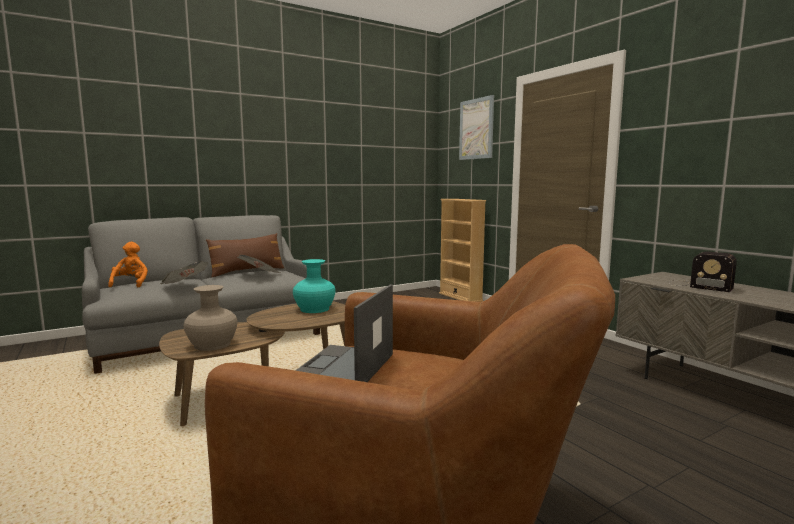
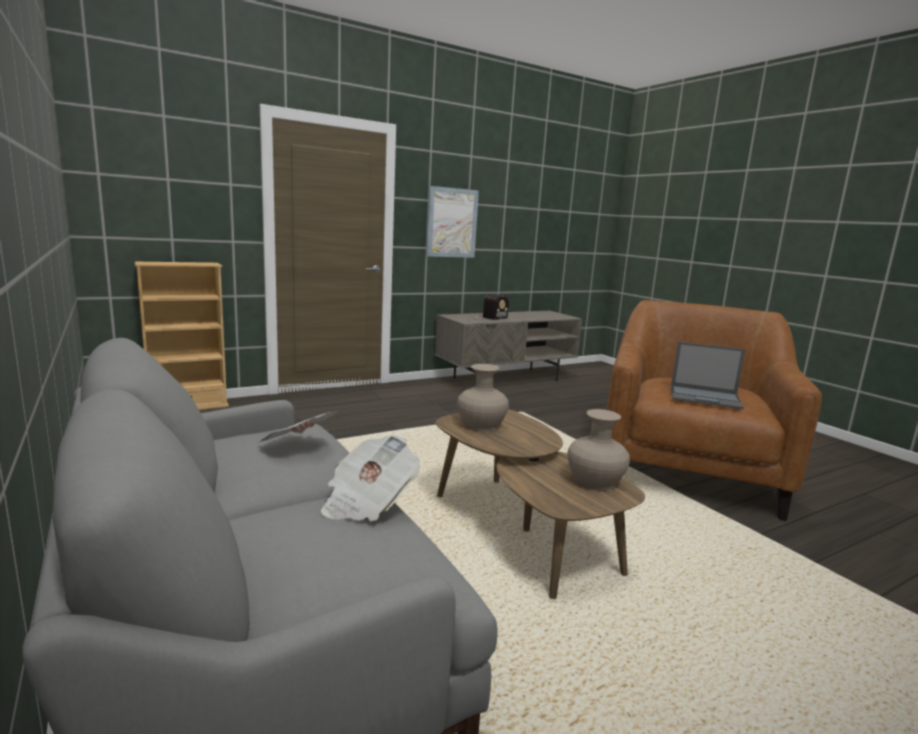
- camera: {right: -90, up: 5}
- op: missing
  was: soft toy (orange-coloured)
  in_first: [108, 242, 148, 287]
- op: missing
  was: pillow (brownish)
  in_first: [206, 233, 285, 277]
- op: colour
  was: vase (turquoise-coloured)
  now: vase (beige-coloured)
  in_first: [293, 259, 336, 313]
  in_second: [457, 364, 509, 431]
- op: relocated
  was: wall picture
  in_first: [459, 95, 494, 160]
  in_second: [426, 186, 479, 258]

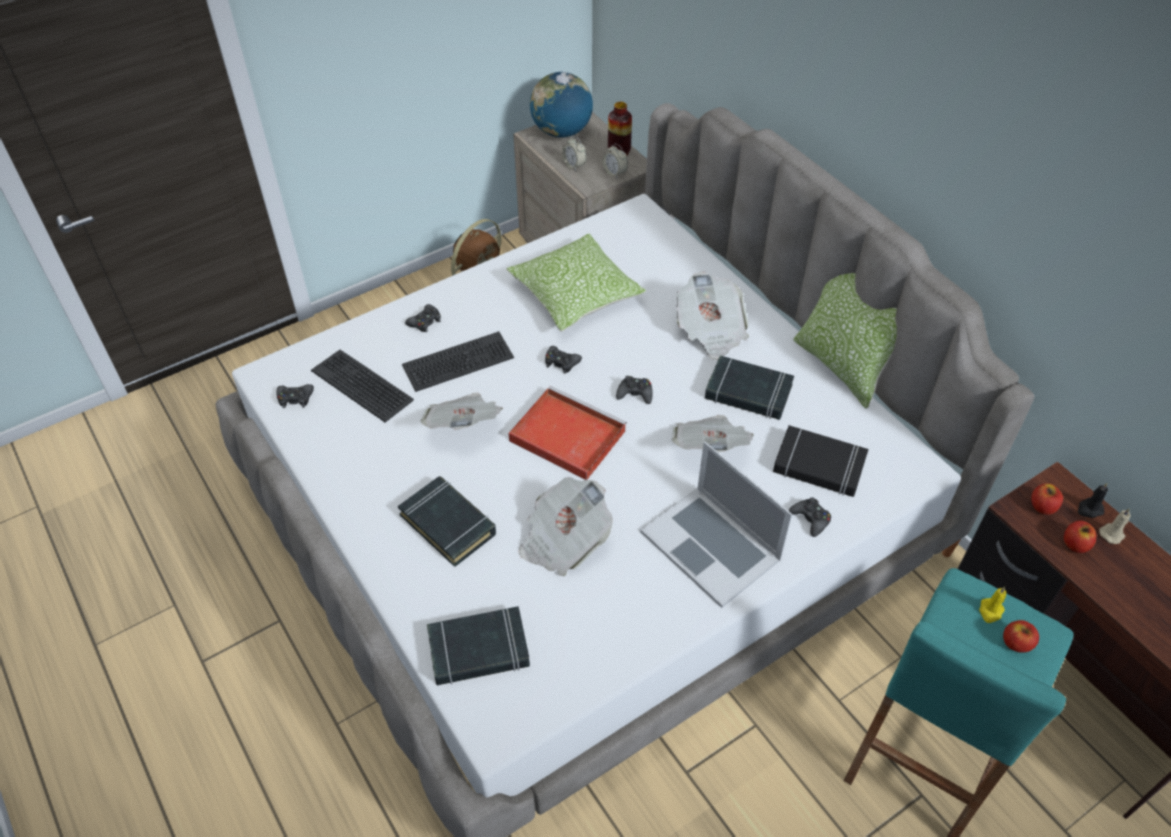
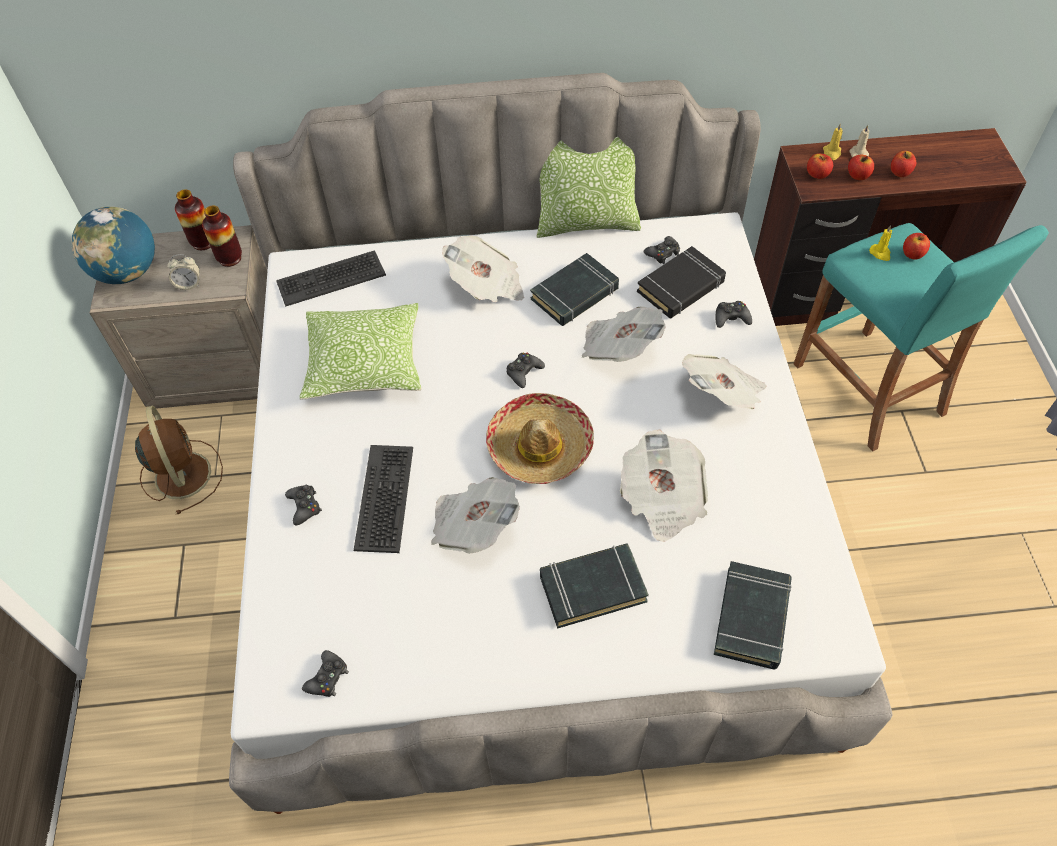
- camera: {right: -60, up: 5}
- op: relocated
  was: PC keyboard
  in_first: [311, 350, 414, 423]
  in_second: [276, 250, 386, 306]
- op: exchanged
  was: tray (reddish)
  now: hat
  in_first: [509, 386, 627, 480]
  in_second: [486, 393, 594, 484]
- op: relocated
  was: gamepad (blackish)
  in_first: [545, 346, 582, 374]
  in_second: [644, 236, 680, 264]
- op: exchanged
  was: bedside clock
  now: vase
  in_first: [602, 144, 628, 179]
  in_second: [202, 206, 242, 267]
- op: exchanged
  was: laptop
  now: printed paper
  in_first: [640, 442, 793, 608]
  in_second: [682, 354, 766, 410]
- op: colour
  was: wax candle (blackish)
  now: wax candle (yellowish)
  in_first: [1078, 483, 1108, 518]
  in_second: [823, 123, 843, 160]
- op: appeared
  now: apple fruit
  in_second: [891, 151, 916, 177]

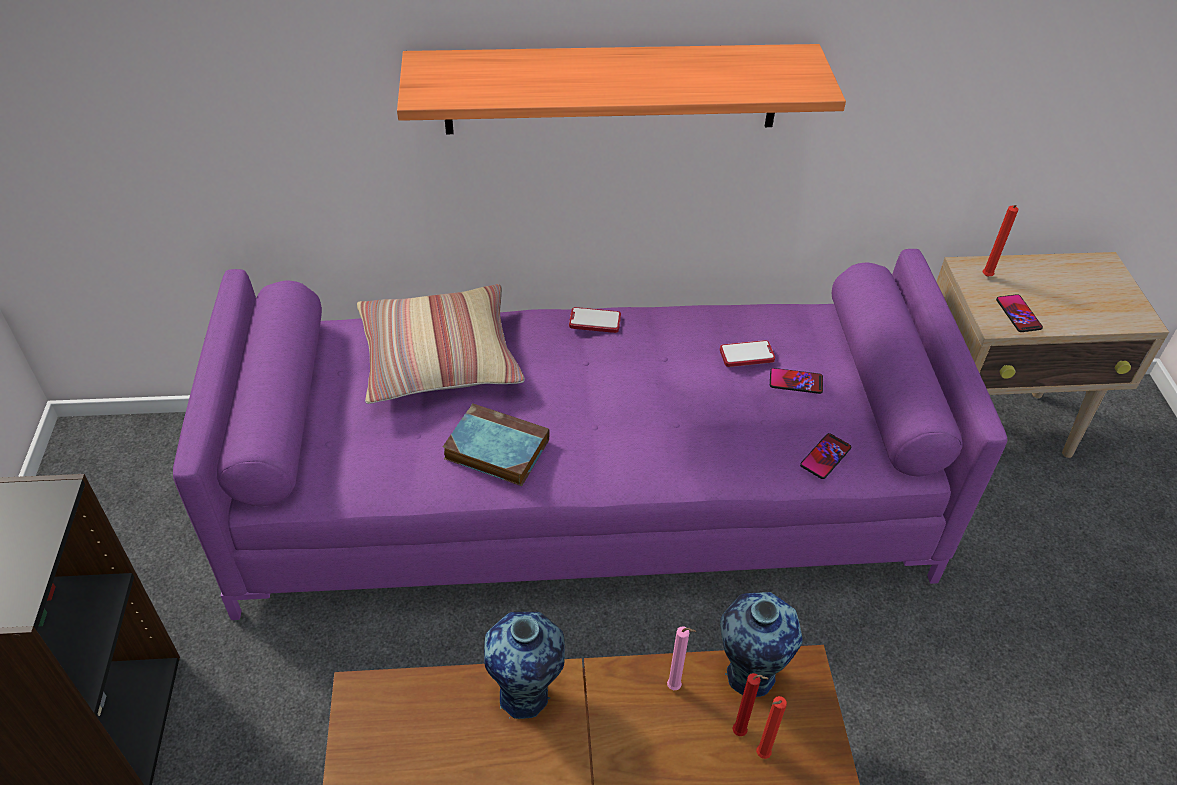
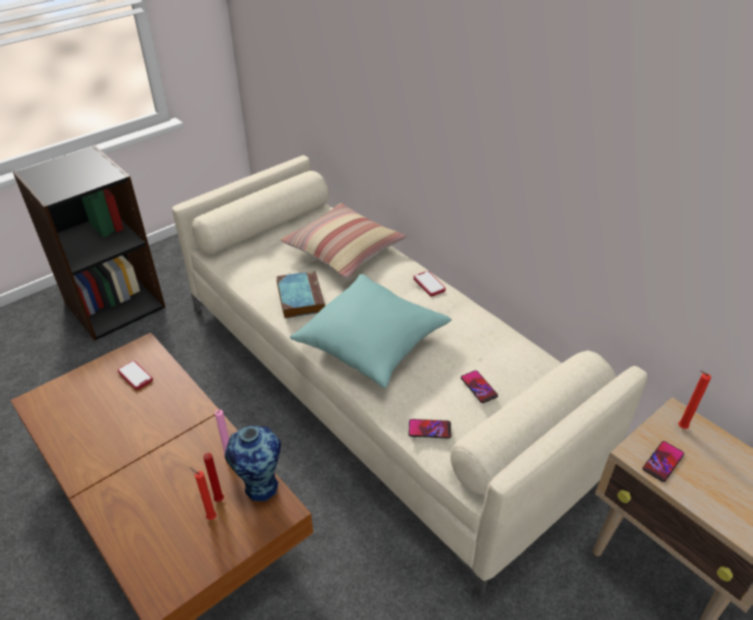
- camera: {right: 55, up: -5}
- op: colour
  was: couch (purplish)
  now: couch (beige-coloured)
  in_first: [173, 249, 1007, 620]
  in_second: [172, 155, 647, 597]
- op: missing
  was: shelf
  in_first: [397, 44, 846, 134]
- op: missing
  was: vase
  in_first: [484, 612, 565, 719]
- op: relocated
  was: phone
  in_first: [720, 340, 775, 367]
  in_second: [118, 361, 153, 390]
- op: appeared
  now: pillow (turquoise-coloured)
  in_second: [290, 274, 451, 388]

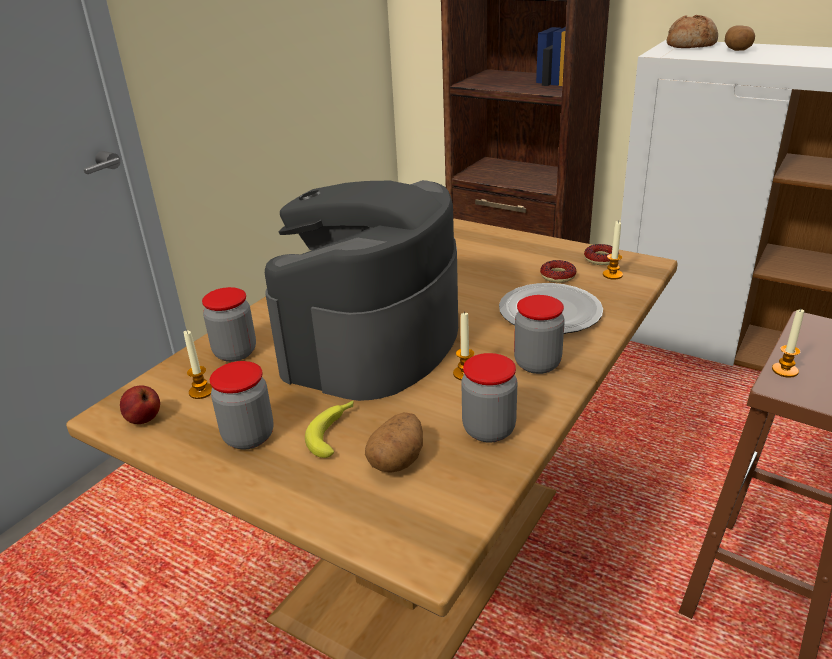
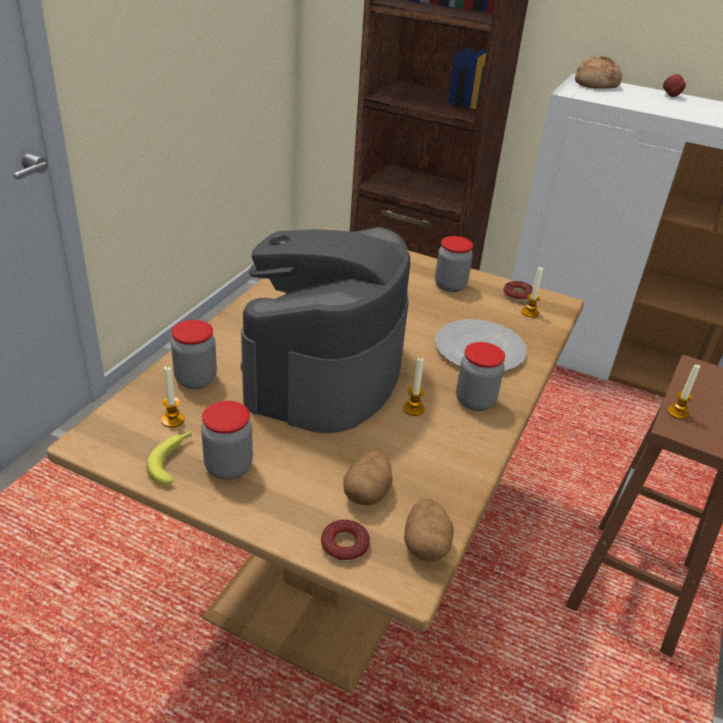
- camera: {right: -10, up: 5}
- op: relocated
  was: apple fruit
  in_first: [120, 385, 160, 424]
  in_second: [663, 74, 686, 97]
- op: relocated
  was: whole banana
  in_first: [305, 401, 354, 458]
  in_second: [146, 430, 192, 485]
- op: relocated
  was: preserve jar
  in_first: [461, 353, 517, 443]
  in_second: [435, 236, 473, 292]
- op: relocated
  was: doughnut
  in_first: [540, 260, 576, 283]
  in_second: [321, 520, 370, 562]
- op: relocated
  was: potato
  in_first: [725, 25, 755, 51]
  in_second: [404, 499, 454, 562]

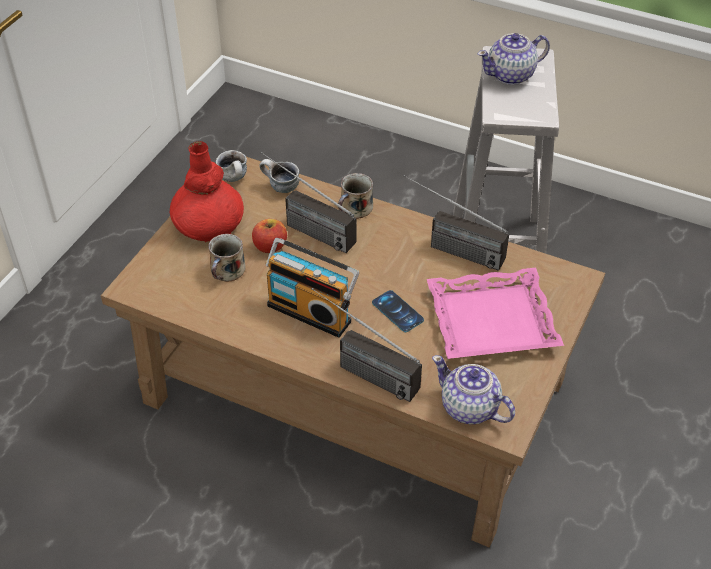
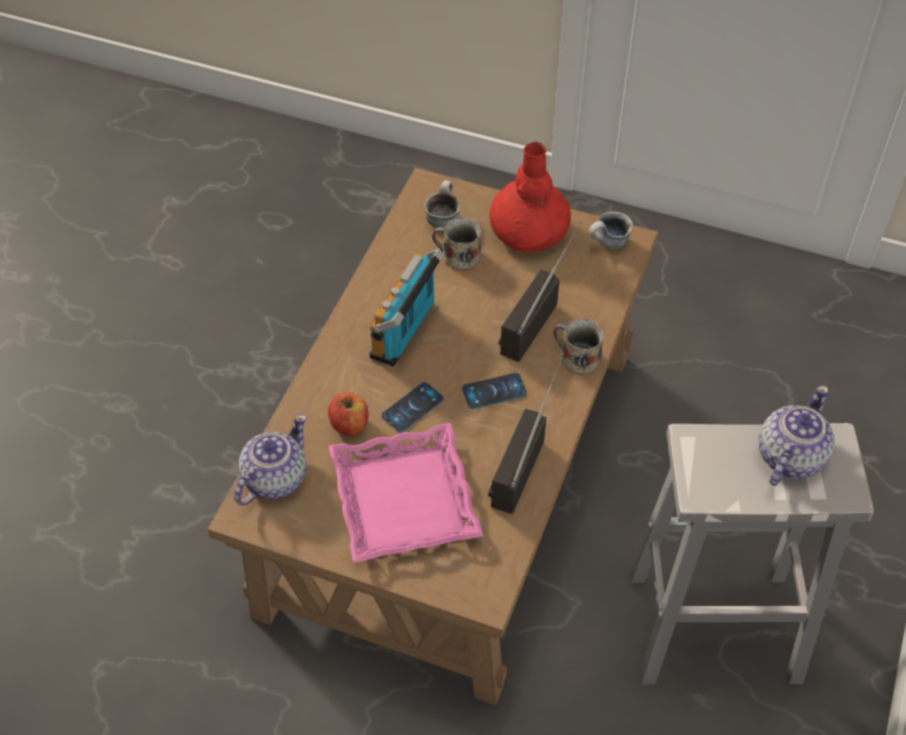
- camera: {right: 85, up: 5}
- op: relocated
  was: apple fruit
  in_first: [252, 219, 287, 253]
  in_second: [328, 392, 369, 436]
- op: relocated
  was: tea mug
  in_first: [260, 159, 299, 193]
  in_second: [424, 180, 460, 228]
- op: missing
  was: radio
  in_first: [311, 288, 422, 402]
- op: spun
  was: pot for tea
  in_first: [478, 33, 550, 85]
  in_second: [759, 385, 834, 486]
  clockwise: 60
- op: appeared
  now: phone
  in_second: [462, 373, 527, 409]

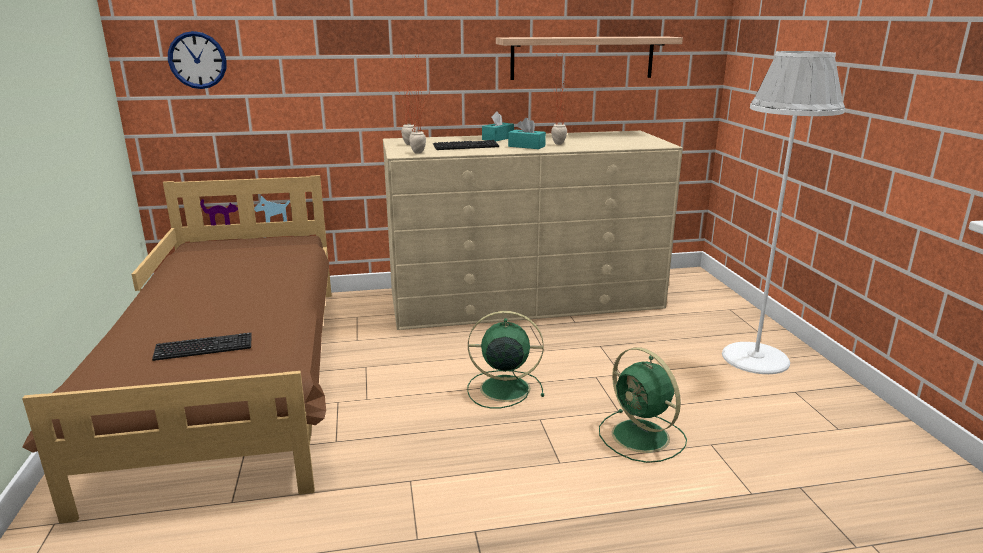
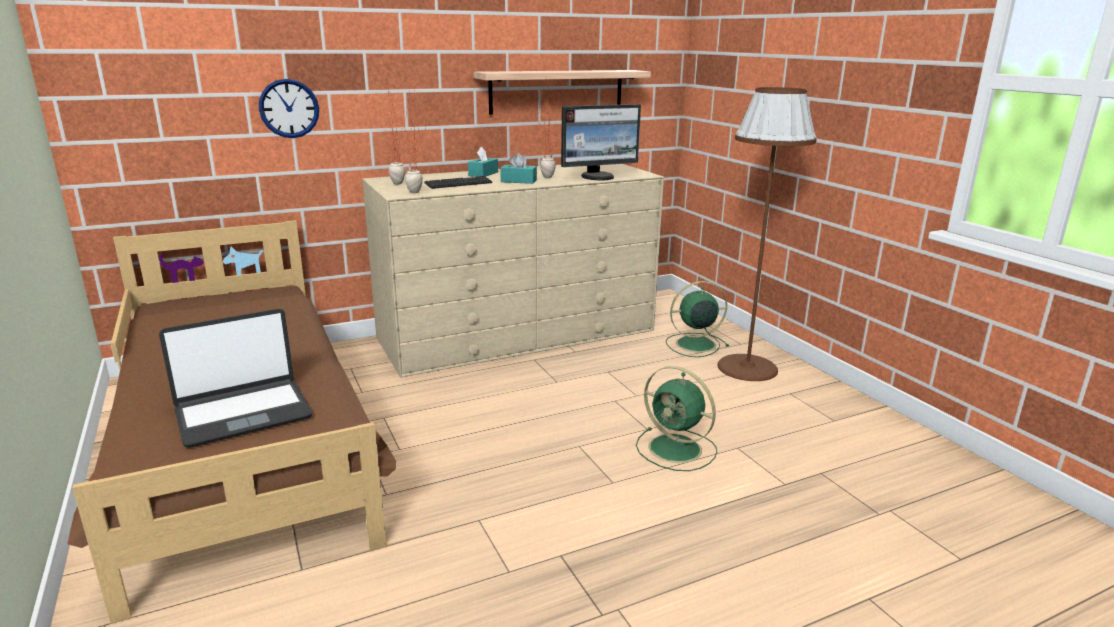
- camera: {right: -15, up: 0}
- op: exchanged
  was: PC keyboard
  now: laptop
  in_first: [152, 332, 251, 361]
  in_second: [159, 309, 312, 448]
- op: relocated
  was: clock on the wall
  in_first: [168, 31, 227, 89]
  in_second: [259, 79, 319, 138]
- op: relocated
  was: fan (green-coloured)
  in_first: [467, 311, 544, 409]
  in_second: [666, 281, 729, 357]
- op: colour
  was: standing lamp (white-coloured)
  now: standing lamp (brownish)
  in_first: [722, 51, 845, 374]
  in_second: [717, 87, 817, 381]
- op: appeared
  now: monitor
  in_second: [561, 104, 641, 180]

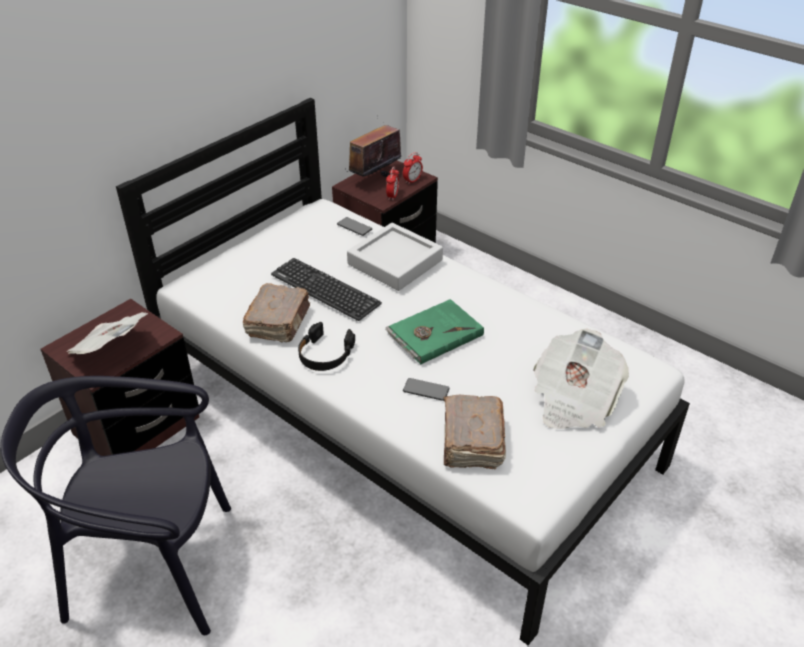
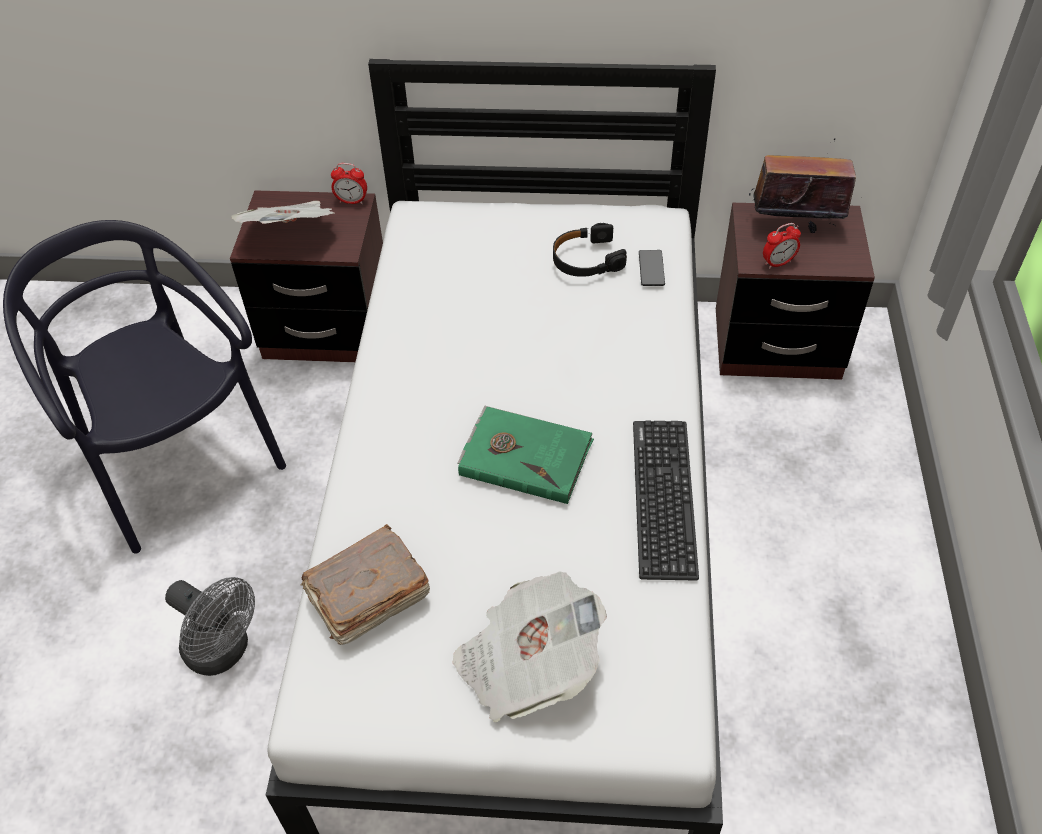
- camera: {right: 55, up: 10}
- op: missing
  was: volume (brownish)
  in_first: [243, 283, 310, 342]
- op: relocated
  was: PC keyboard
  in_first: [271, 258, 382, 321]
  in_second: [633, 420, 699, 581]
- op: relocated
  was: headphones (blackish)
  in_first: [298, 322, 355, 371]
  in_second: [553, 223, 627, 277]
- op: missing
  was: tray (greyish)
  in_first: [347, 223, 443, 291]
- op: relocated
  was: bedside clock
  in_first: [403, 152, 423, 184]
  in_second: [331, 163, 367, 204]
- op: missing
  was: phone
  in_first: [403, 378, 450, 401]
- op: appeared
  now: fan (greyish)
  in_second: [165, 577, 255, 676]

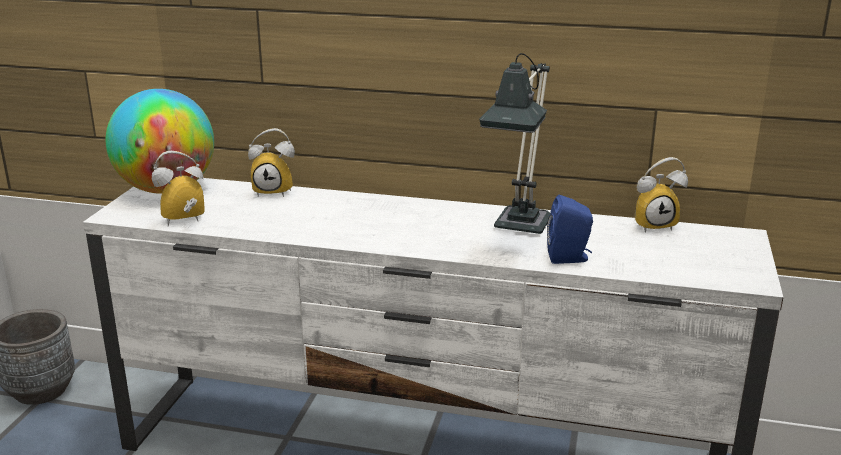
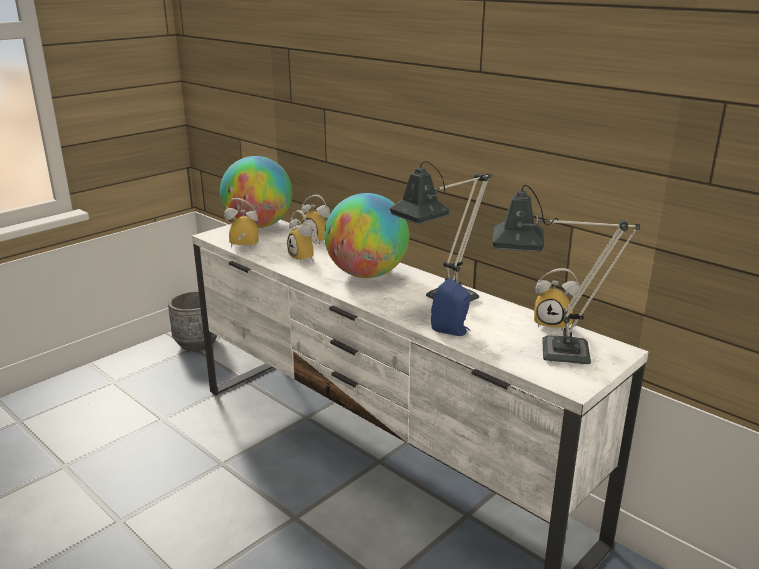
- camera: {right: 30, up: 0}
- op: appeared
  now: bedside clock
  in_second: [287, 210, 319, 264]
- op: appeared
  now: desk globe
  in_second: [324, 193, 409, 278]
- op: appeared
  now: lamp for a table
  in_second: [492, 185, 640, 364]

